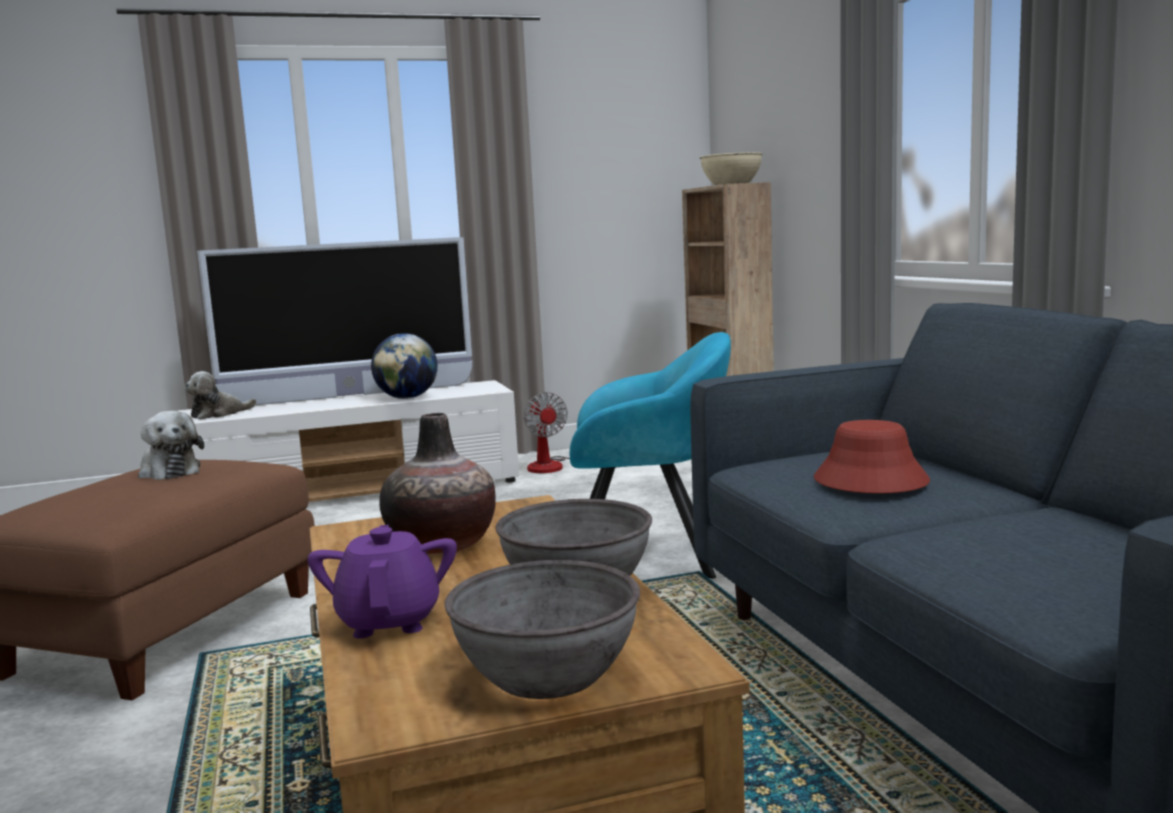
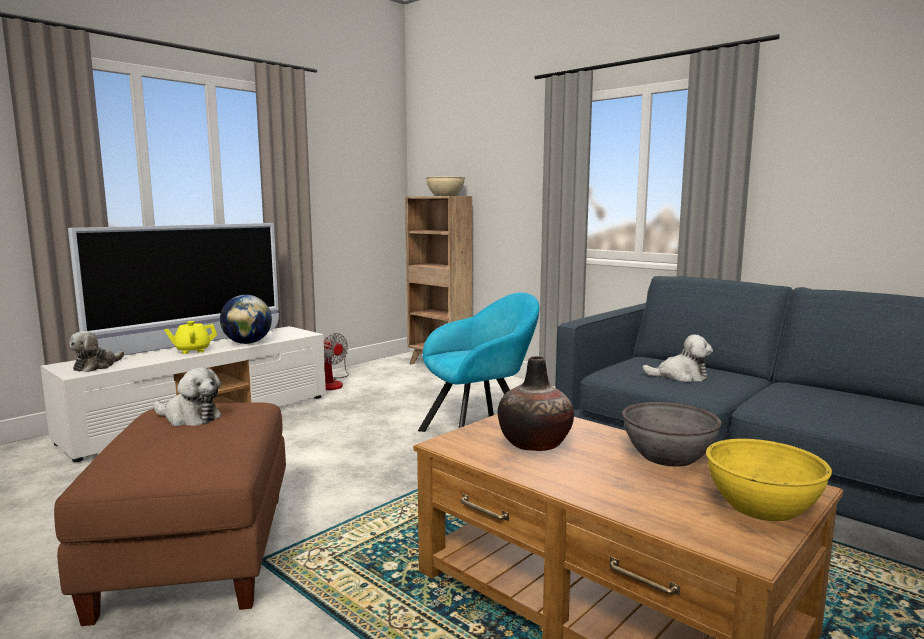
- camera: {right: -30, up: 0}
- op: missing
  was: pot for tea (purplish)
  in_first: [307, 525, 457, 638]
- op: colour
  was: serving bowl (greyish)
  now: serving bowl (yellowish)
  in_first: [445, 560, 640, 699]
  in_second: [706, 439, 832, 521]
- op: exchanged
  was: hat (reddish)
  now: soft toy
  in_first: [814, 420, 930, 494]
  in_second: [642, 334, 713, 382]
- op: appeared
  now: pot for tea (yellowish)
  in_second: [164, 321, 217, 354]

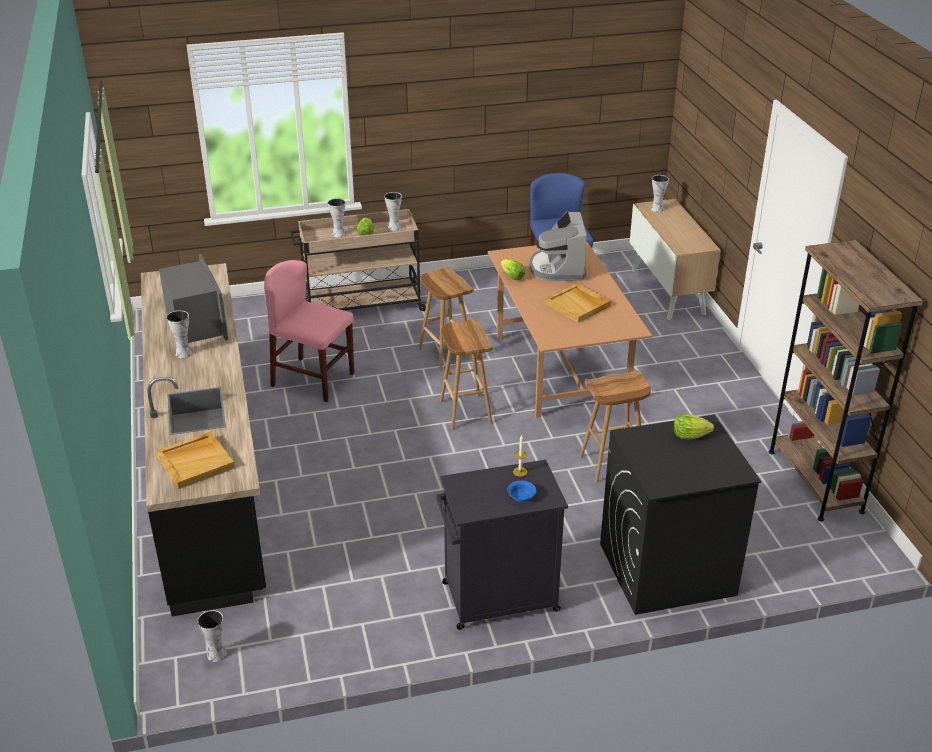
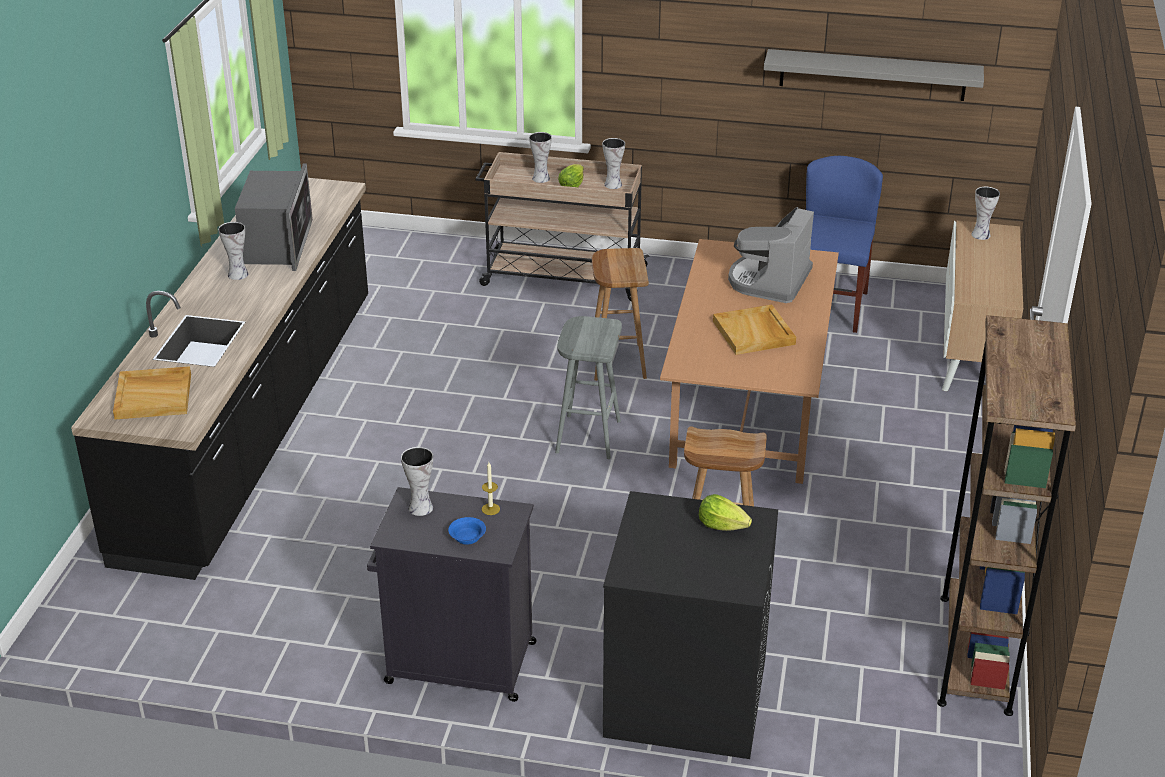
- camera: {right: 25, up: 0}
- op: relocated
  was: vase
  in_first: [198, 610, 227, 662]
  in_second: [401, 447, 433, 516]
- op: missing
  was: plain chair (pink)
  in_first: [264, 260, 354, 402]
- op: colour
  was: sitting stool (brownish)
  now: sitting stool (greyish)
  in_first: [440, 319, 493, 430]
  in_second: [555, 316, 622, 459]
- op: missing
  was: head of lettuce
  in_first: [500, 259, 525, 280]
- op: appeared
  now: shelf (greyish)
  in_second: [764, 49, 984, 101]

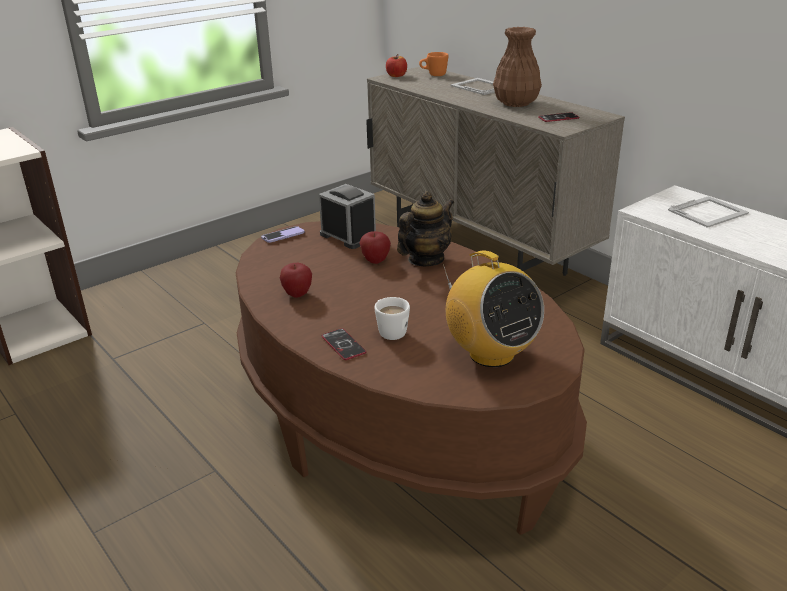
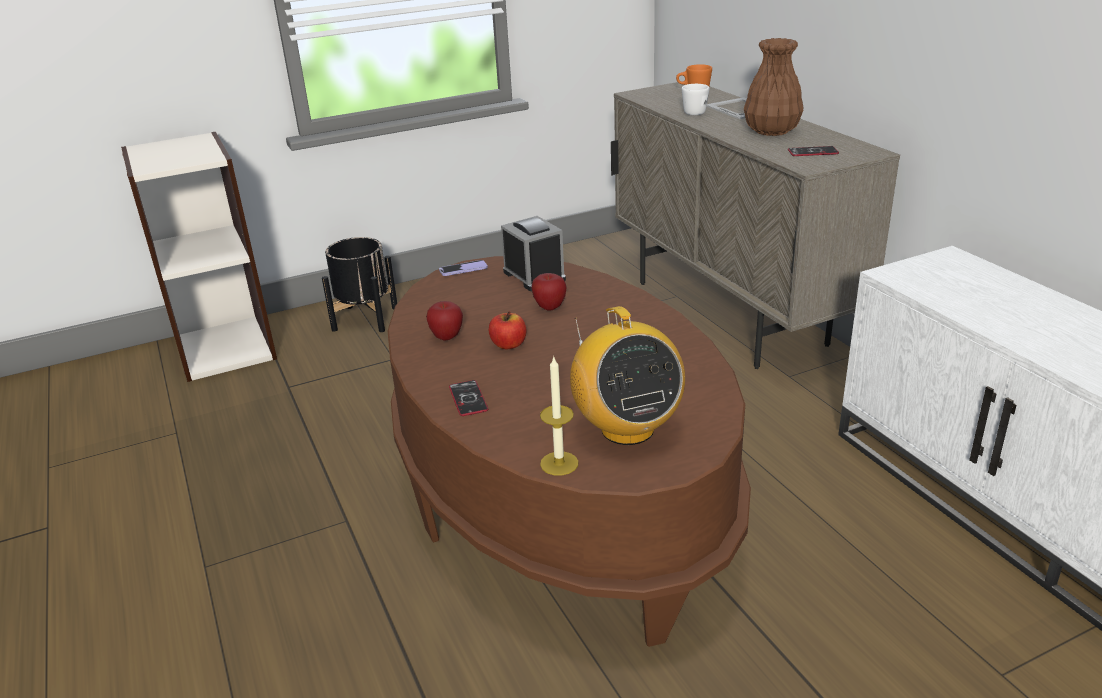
- camera: {right: 15, up: 0}
- op: relocated
  was: tea mug (white-coloured)
  in_first: [374, 297, 410, 340]
  in_second: [682, 84, 709, 115]
- op: relocated
  was: apple fruit
  in_first: [386, 54, 407, 77]
  in_second: [489, 311, 526, 349]
- op: missing
  was: pot for tea
  in_first: [397, 191, 454, 266]
- op: missing
  was: standing frame
  in_first: [668, 196, 749, 228]
- op: appeared
  now: planter (blackish)
  in_second: [322, 237, 397, 332]
- op: appeared
  now: wax candle
  in_second: [540, 356, 579, 476]

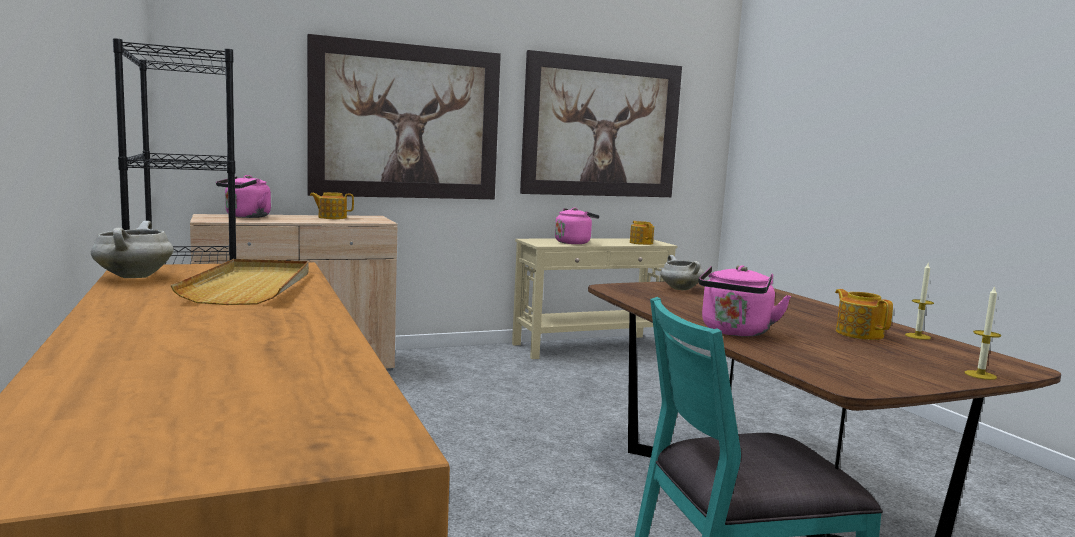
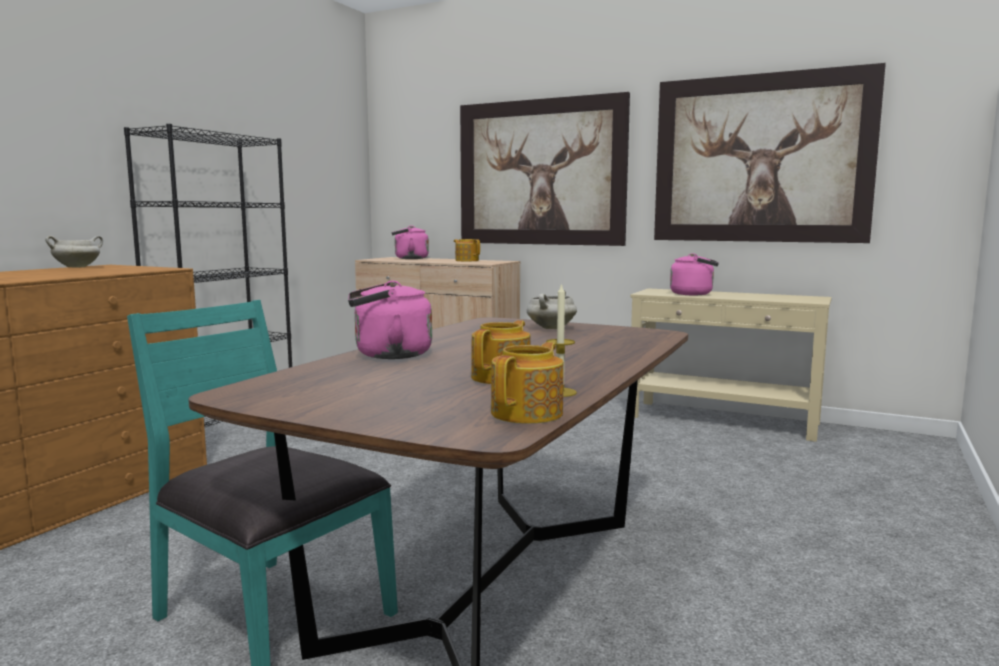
- camera: {right: 50, up: 0}
- op: missing
  was: tray (beige-coloured)
  in_first: [170, 259, 309, 305]
- op: relocated
  was: pot for tea
  in_first: [630, 221, 654, 245]
  in_second: [491, 342, 564, 424]
- op: missing
  was: wax candle
  in_first: [965, 286, 1001, 380]

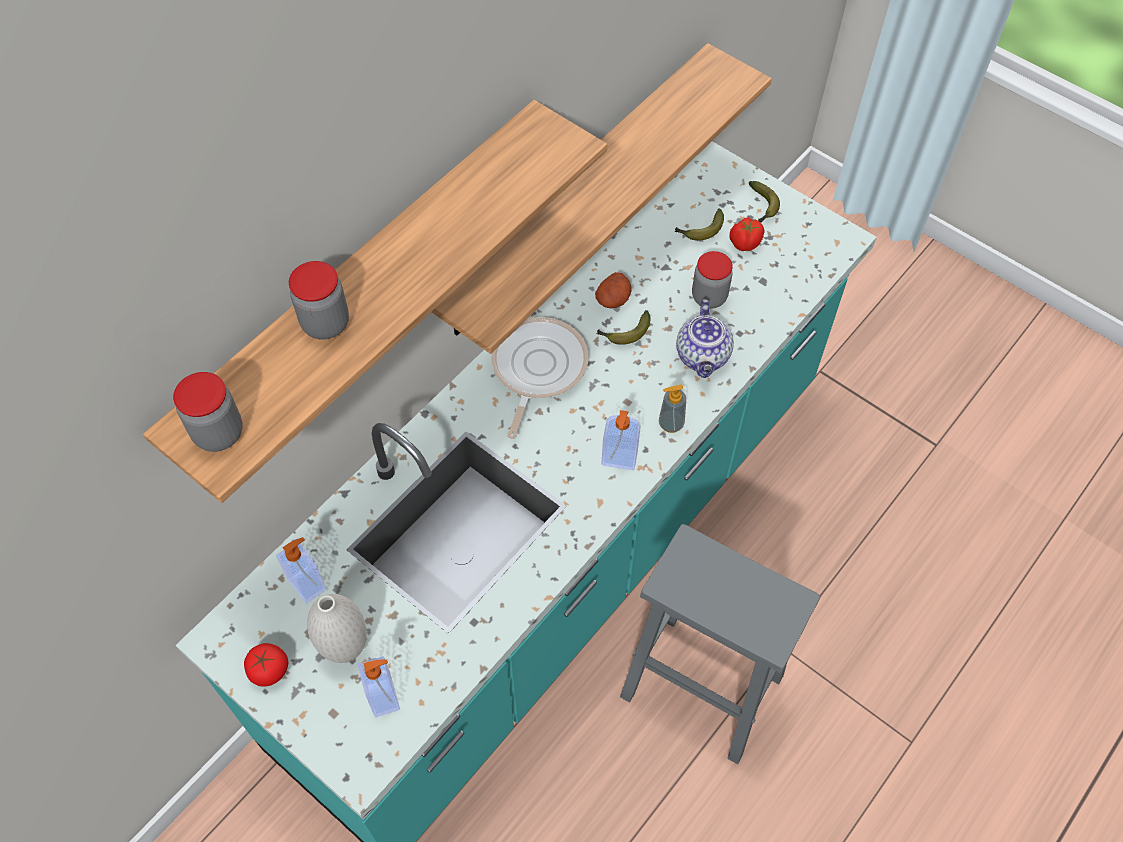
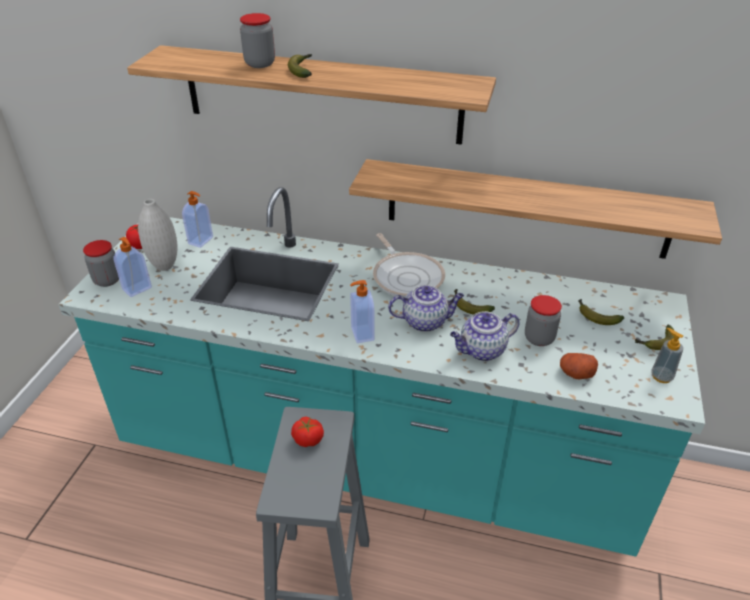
- camera: {right: 65, up: -20}
- op: relocated
  was: preserve jar
  in_first: [173, 372, 243, 452]
  in_second: [83, 240, 119, 287]
- op: spun
  was: skillet
  in_first: [491, 317, 589, 439]
  in_second: [373, 233, 445, 298]
  clockwise: 75
- op: relocated
  was: potato
  in_first: [595, 272, 632, 308]
  in_second: [560, 353, 598, 380]
- op: relocated
  was: soap dispenser
  in_first: [659, 385, 686, 433]
  in_second: [651, 328, 683, 383]
- op: relocated
  was: whole tomato
  in_first: [729, 217, 765, 251]
  in_second: [291, 417, 324, 447]
- op: appeared
  now: whole banana
  in_second: [288, 54, 312, 78]
- op: appeared
  now: pot for tea
  in_second: [388, 285, 464, 332]

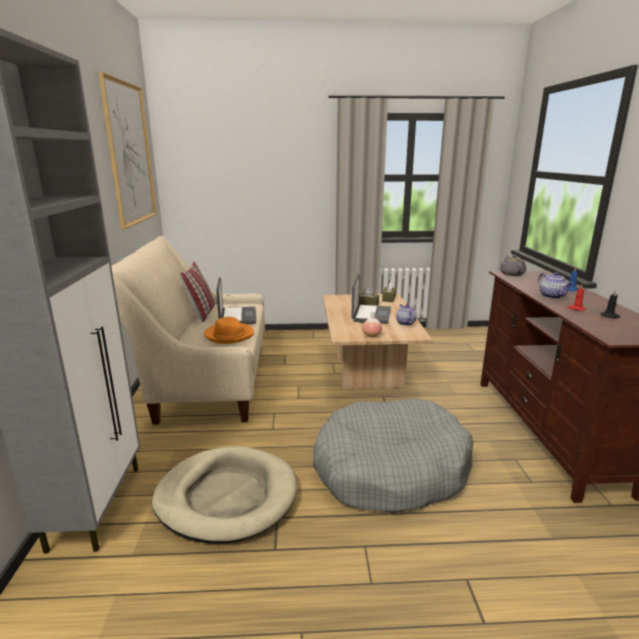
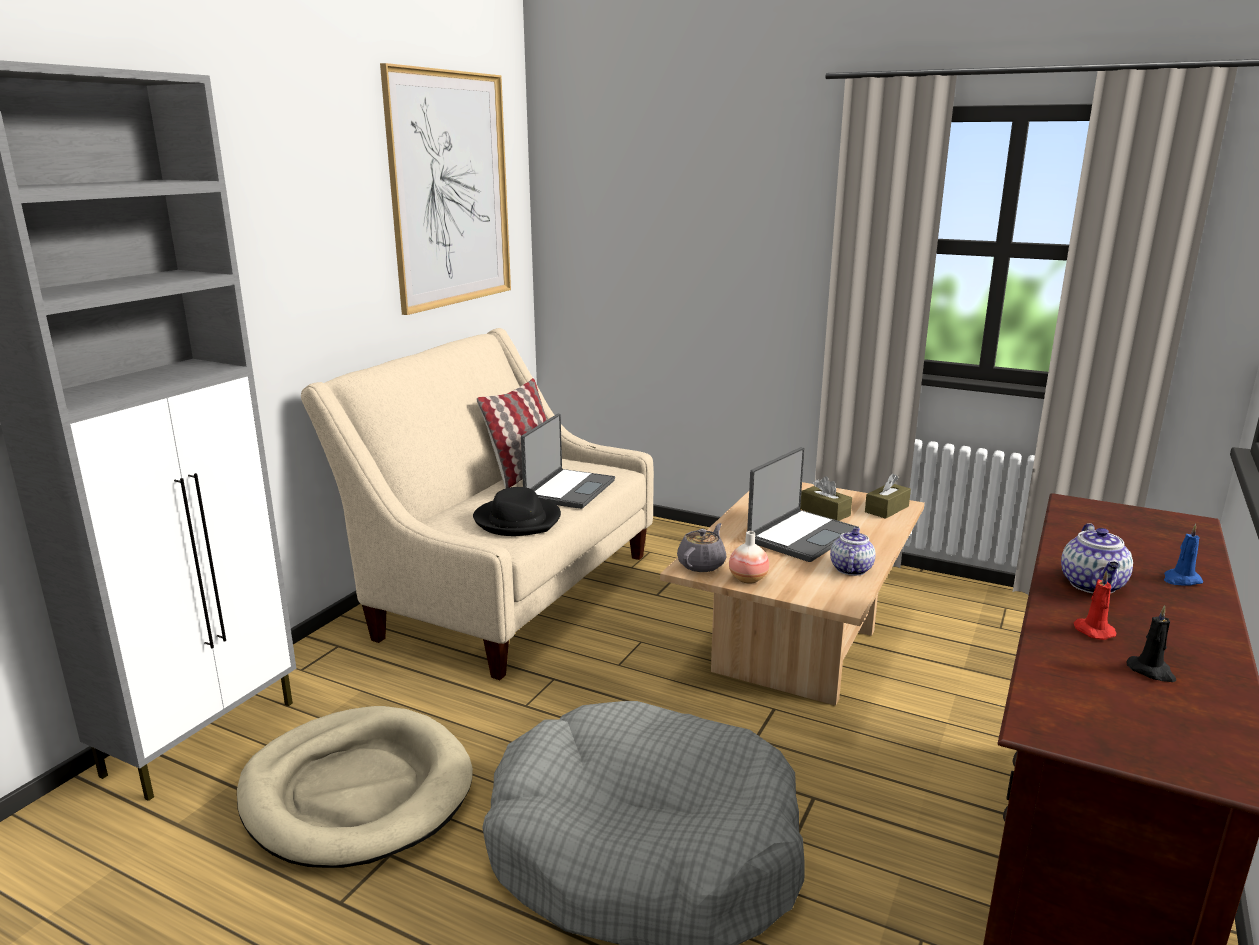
- camera: {right: 30, up: 0}
- op: colour
  was: hat (orange-coloured)
  now: hat (blackish)
  in_first: [204, 317, 254, 344]
  in_second: [473, 487, 561, 536]
- op: relocated
  was: pot for tea (greyish)
  in_first: [500, 255, 526, 276]
  in_second: [677, 523, 726, 572]

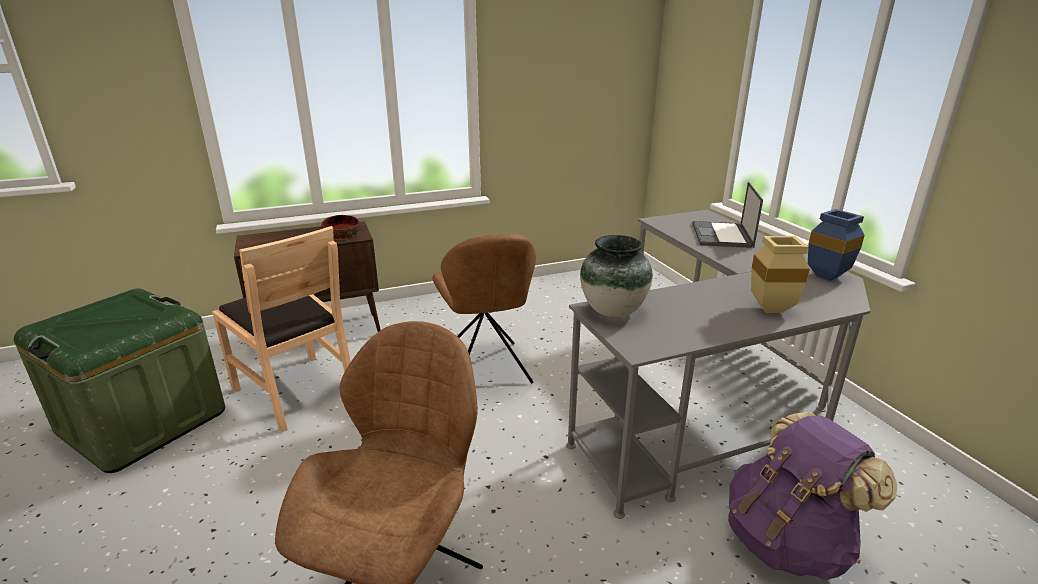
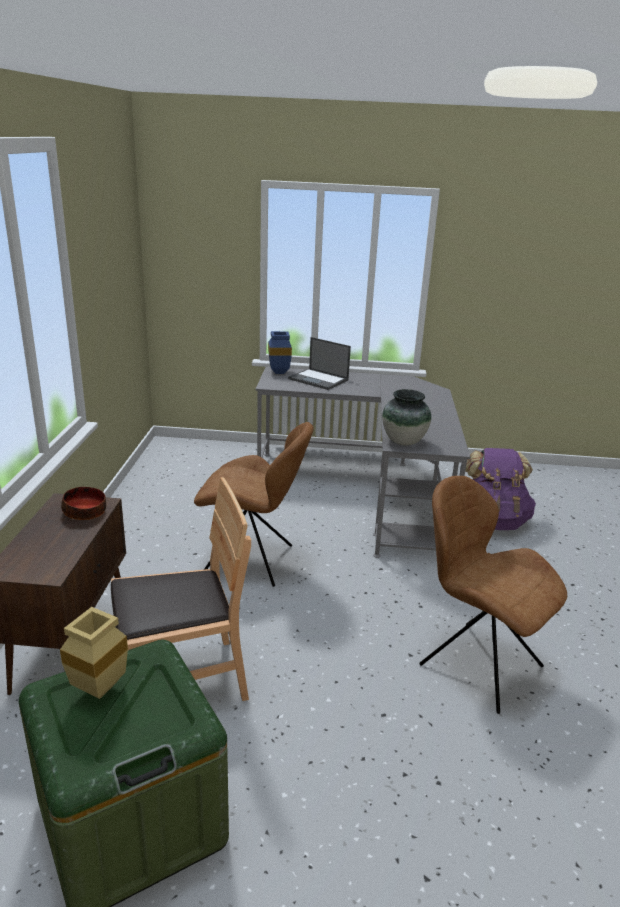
- camera: {right: -65, up: 0}
- op: relocated
  was: vase (beige-coloured)
  in_first: [751, 236, 810, 313]
  in_second: [60, 607, 128, 699]
- op: relocated
  was: vase (blue-coloured)
  in_first: [808, 209, 865, 281]
  in_second: [268, 331, 292, 374]

